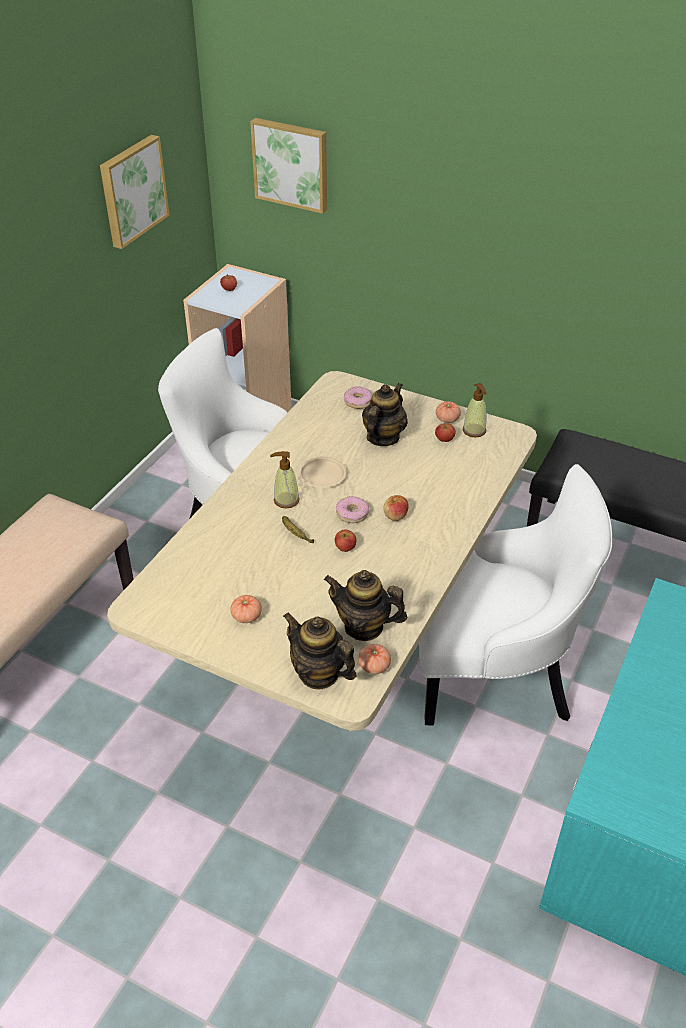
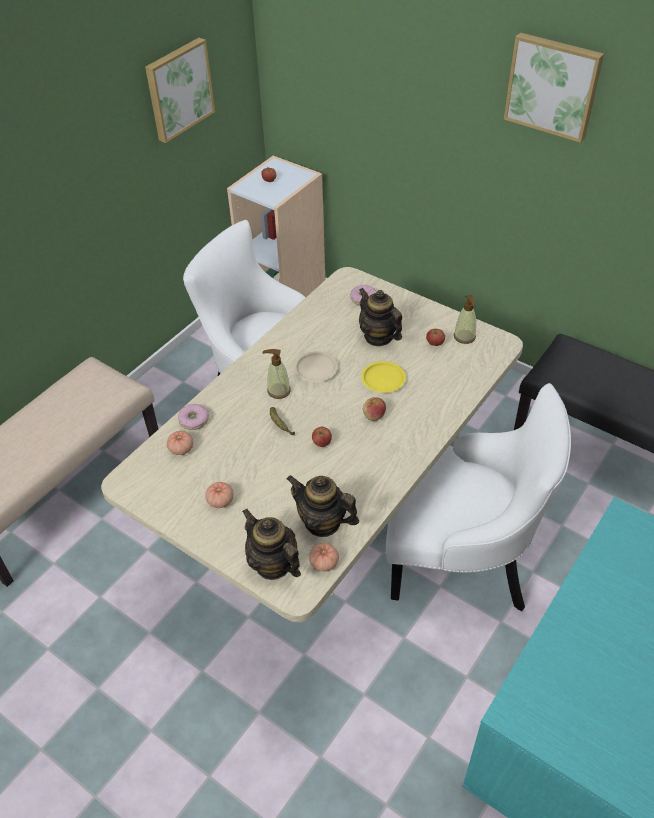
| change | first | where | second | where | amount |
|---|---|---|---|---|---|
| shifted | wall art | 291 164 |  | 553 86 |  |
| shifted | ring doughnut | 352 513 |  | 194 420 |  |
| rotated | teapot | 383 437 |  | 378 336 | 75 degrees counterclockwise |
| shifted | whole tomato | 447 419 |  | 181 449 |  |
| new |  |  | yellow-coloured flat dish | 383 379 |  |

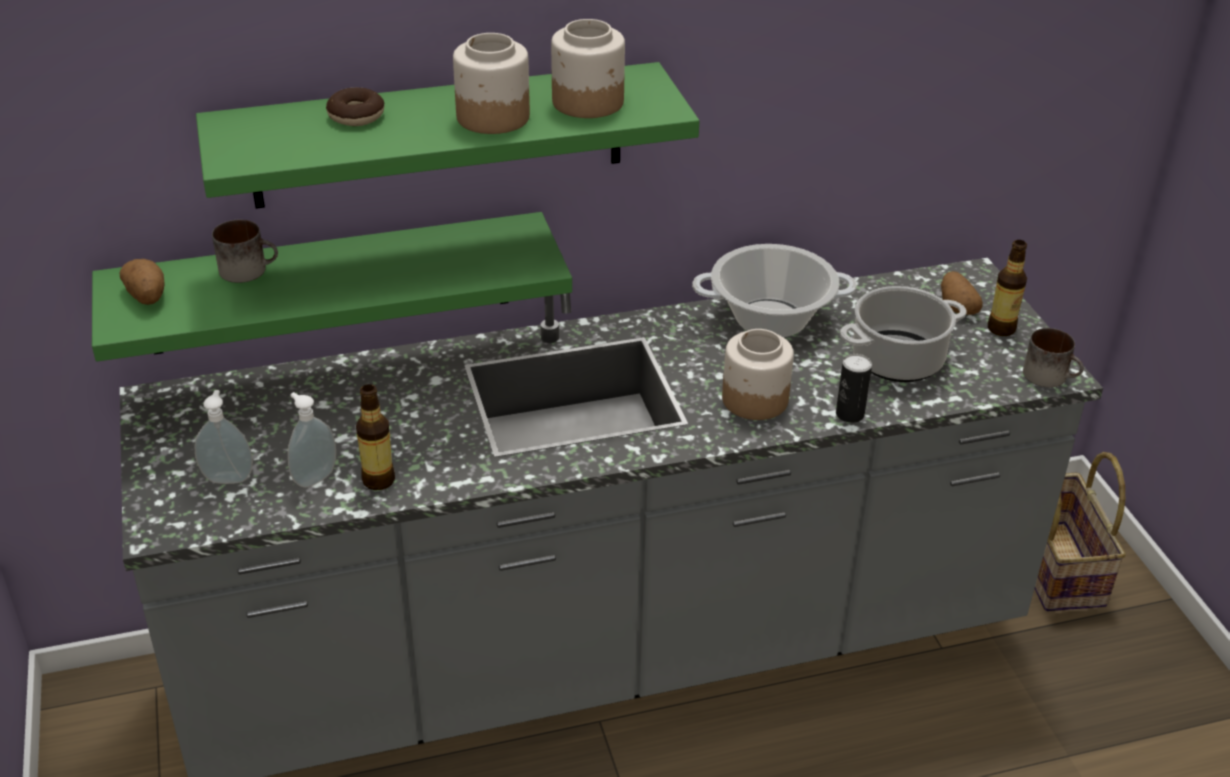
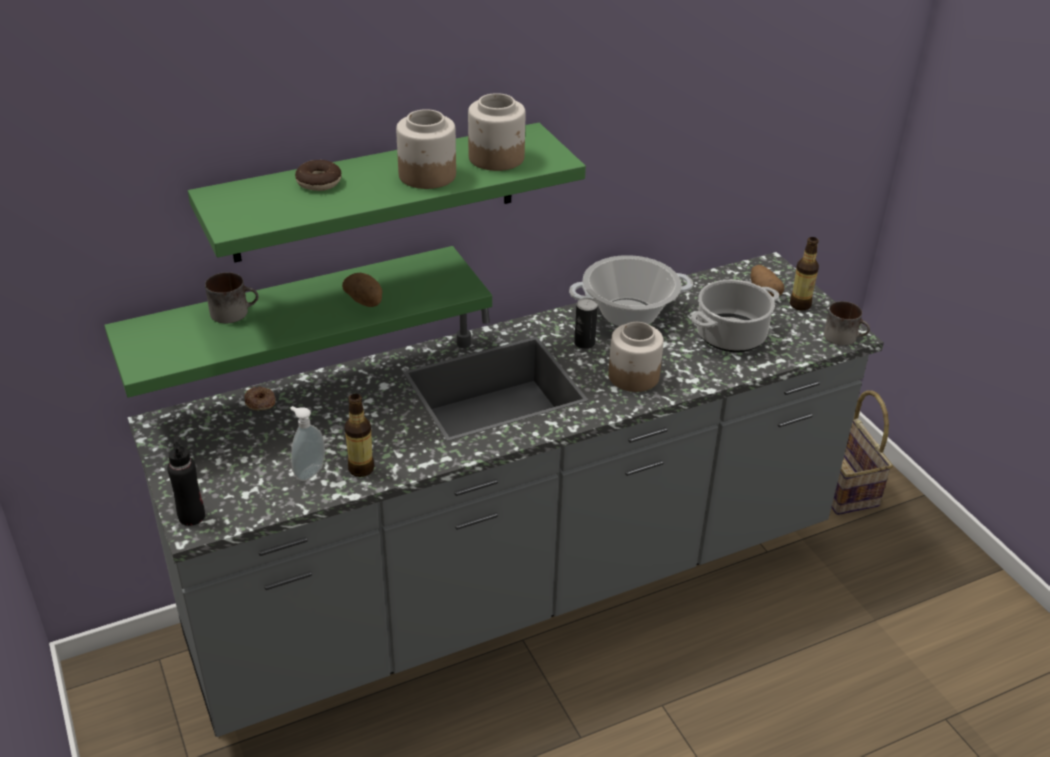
| change | first | where | second | where | amount |
|---|---|---|---|---|---|
| shifted | potato | 147 296 |  | 365 301 |  |
| gone | liquid soap bottle | 228 477 |  |  |  |
| shifted | metal can | 849 414 |  | 584 343 |  |
| new |  |  | black-coloured bottle | 191 516 |  |
| new |  |  | ring doughnut | 260 402 |  |

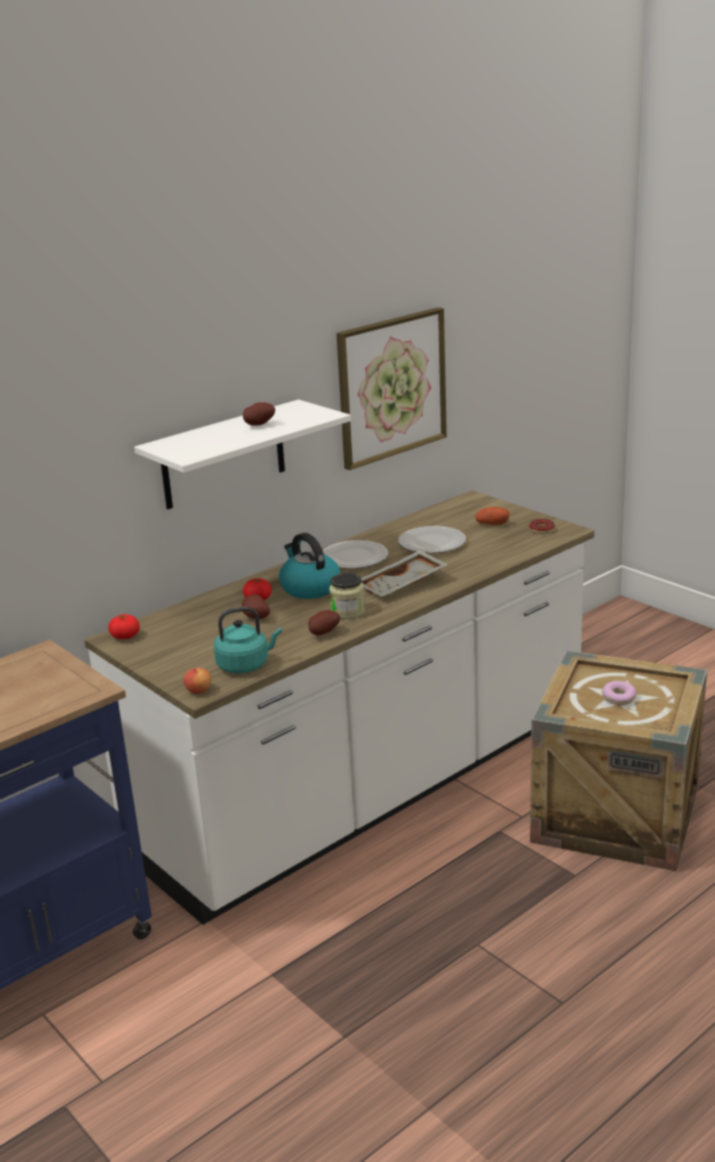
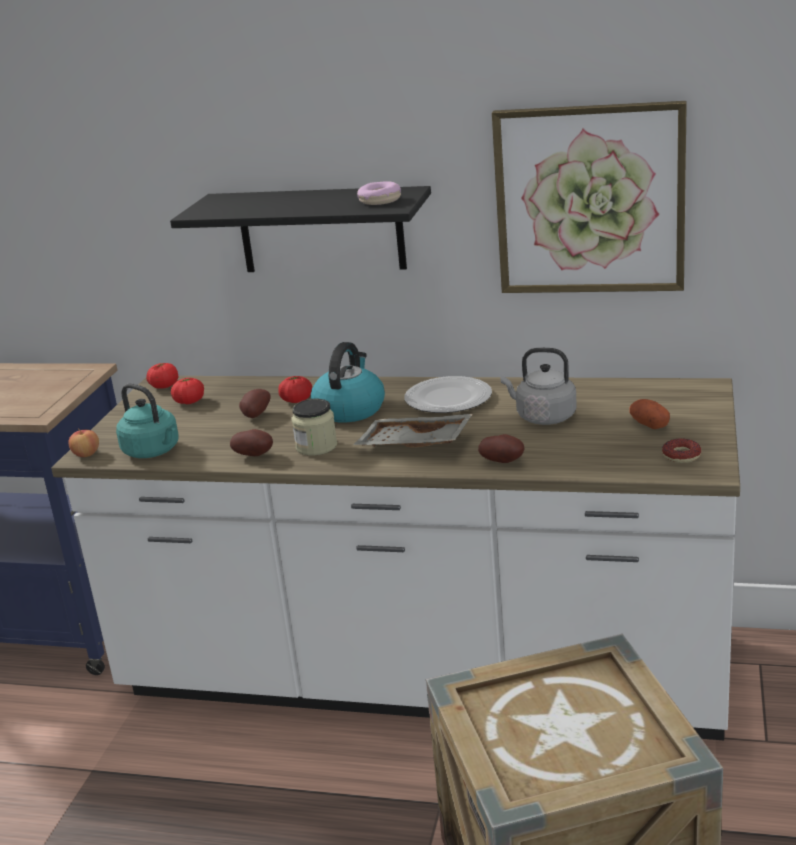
| change | first | where | second | where | amount |
|---|---|---|---|---|---|
| repainted | white shelf | 223 455 | black-coloured shelf | 321 230 |  |
| shifted | potato | 258 425 |  | 503 462 |  |
| swapped | flat dish | 432 543 | greyish kettle | 542 417 |  |
| shifted | ring doughnut | 618 698 |  | 379 200 |  |
| new |  |  | whole tomato | 189 402 |  |

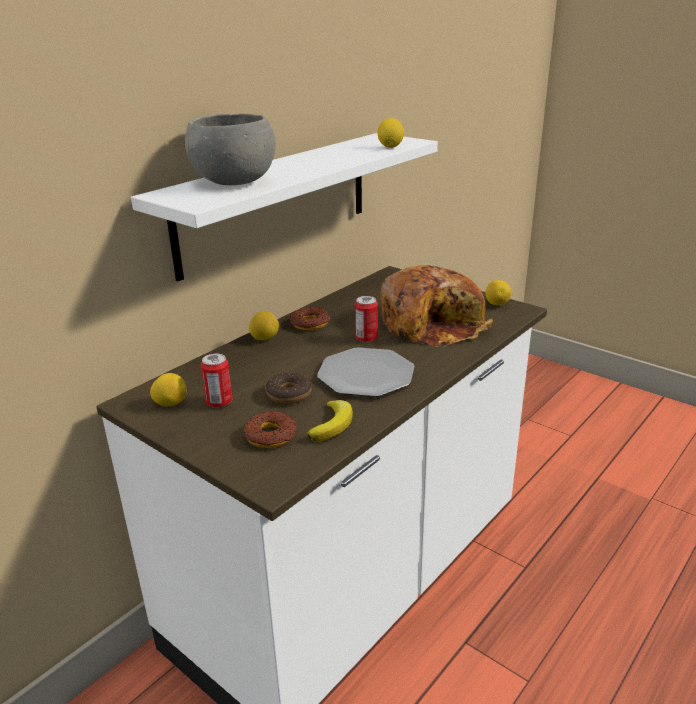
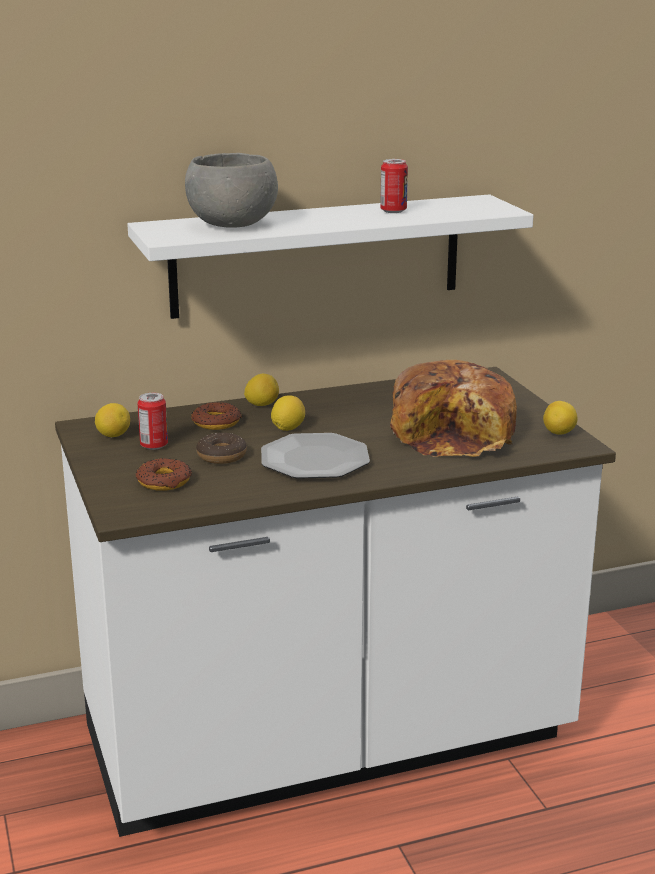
| change | first | where | second | where | amount |
|---|---|---|---|---|---|
| shifted | ring doughnut | 310 323 |  | 216 422 |  |
| gone | banana fruit | 333 424 |  |  |  |
| shifted | metal can | 366 338 |  | 393 211 |  |
| shifted | citrus fruit | 390 147 |  | 288 428 |  |

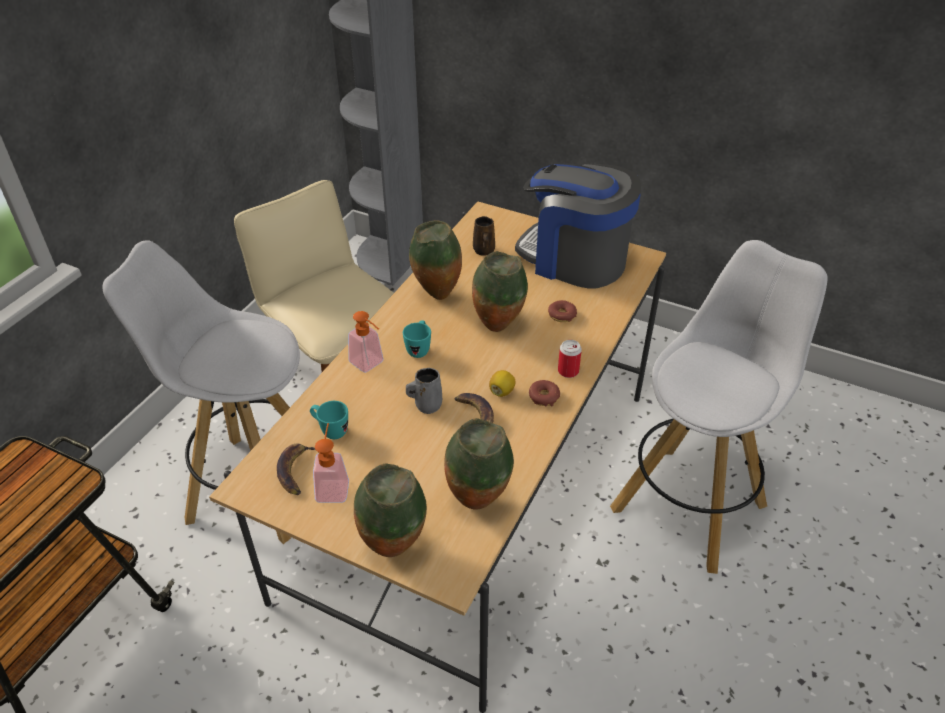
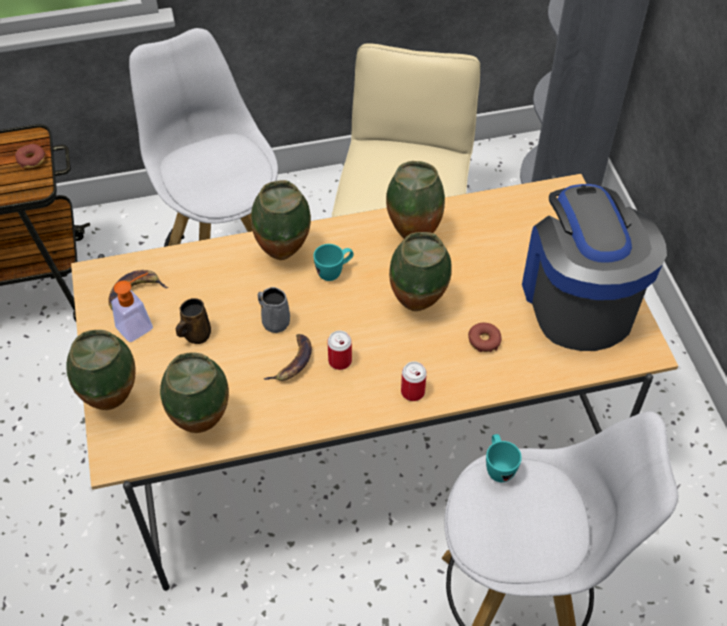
| change | first | where | second | where | amount |
|---|---|---|---|---|---|
| shifted | turquoise tea mug | 330 431 |  | 498 467 |  |
| swapped | liquid soap bottle | 370 364 | vase | 284 254 |  |
| shifted | brownish tea mug | 484 251 |  | 196 335 |  |
| swapped | citrus fruit | 502 391 | metal can | 340 361 |  |
| shifted | ring doughnut | 544 397 |  | 31 159 |  |

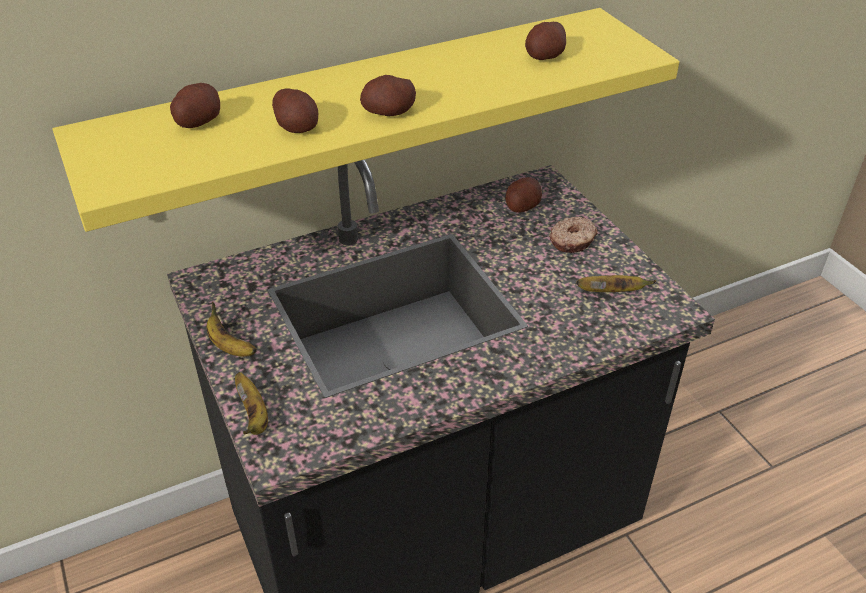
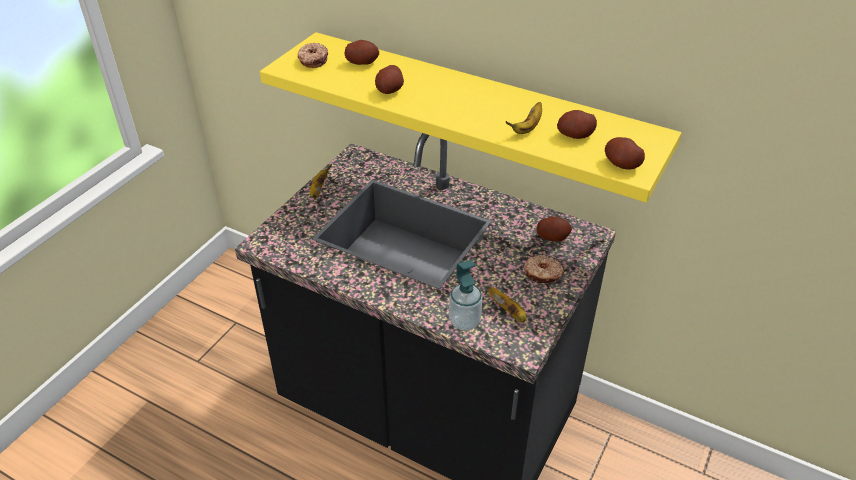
| change | first | where | second | where | amount |
|---|---|---|---|---|---|
| shifted | banana fruit | 254 415 |  | 527 128 |  |
| shifted | potato | 389 112 |  | 621 164 |  |
| new |  |  | ring doughnut | 312 60 |  |
| new |  |  | liquid soap bottle | 464 321 |  |

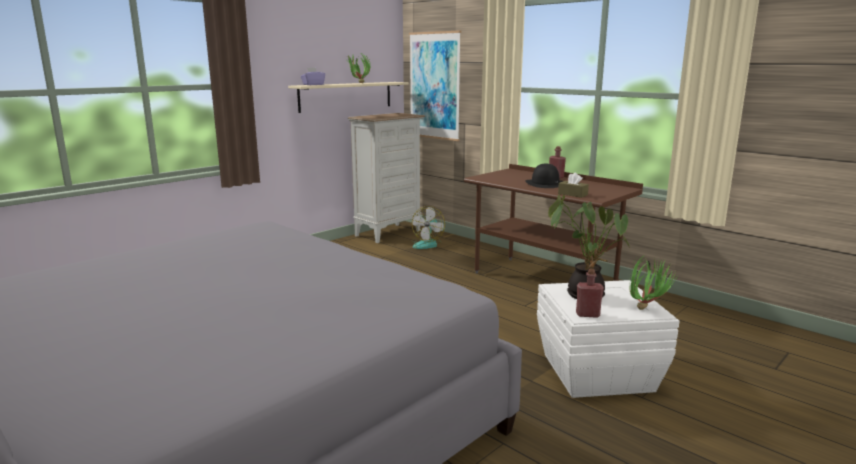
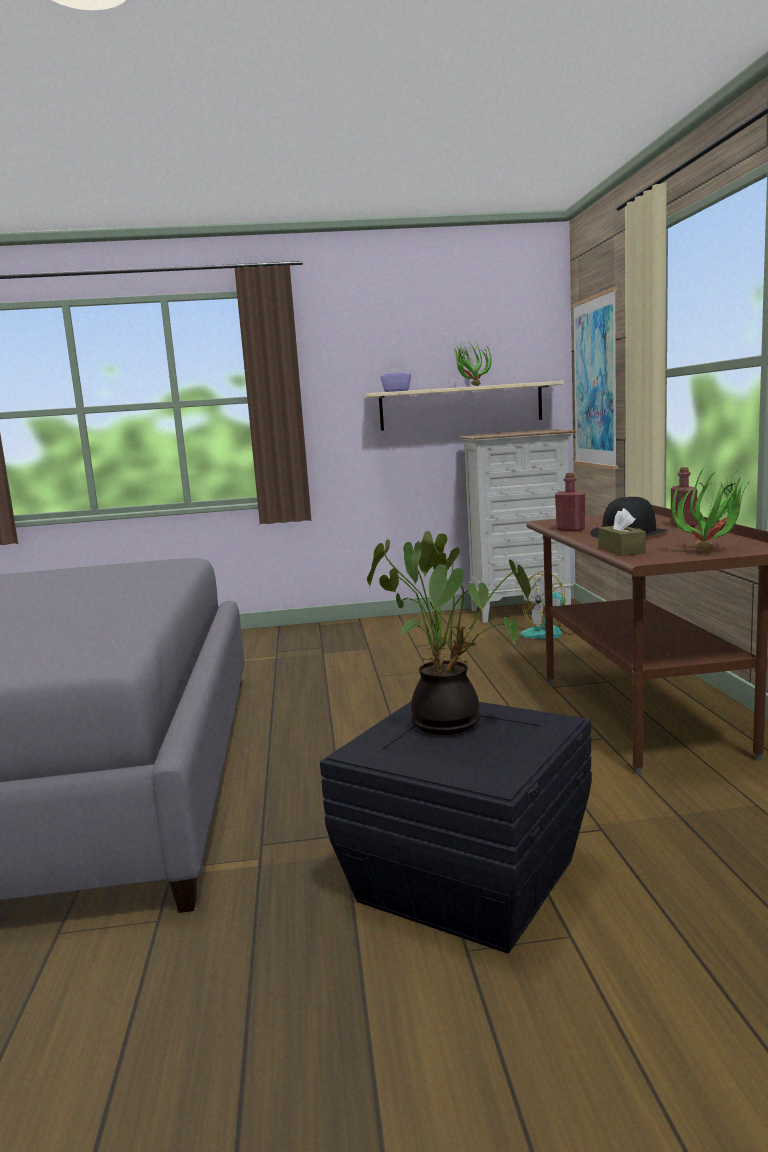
| change | first | where | second | where | amount |
|---|---|---|---|---|---|
| repainted | white storage box | 595 371 | black-coloured storage box | 465 878 |  |
| shifted | reddish bottle | 587 314 |  | 570 529 |  |
| shifted | plant in a pot | 647 308 |  | 713 551 |  |

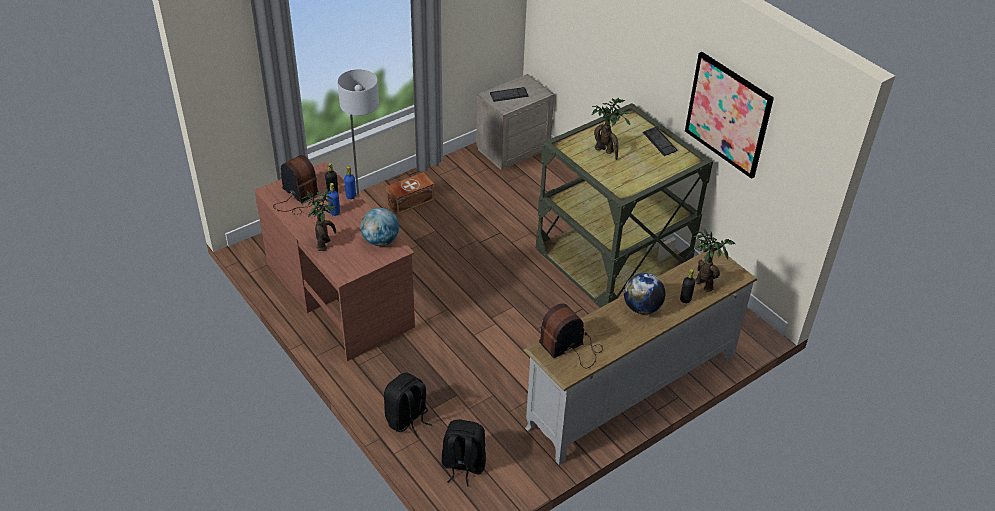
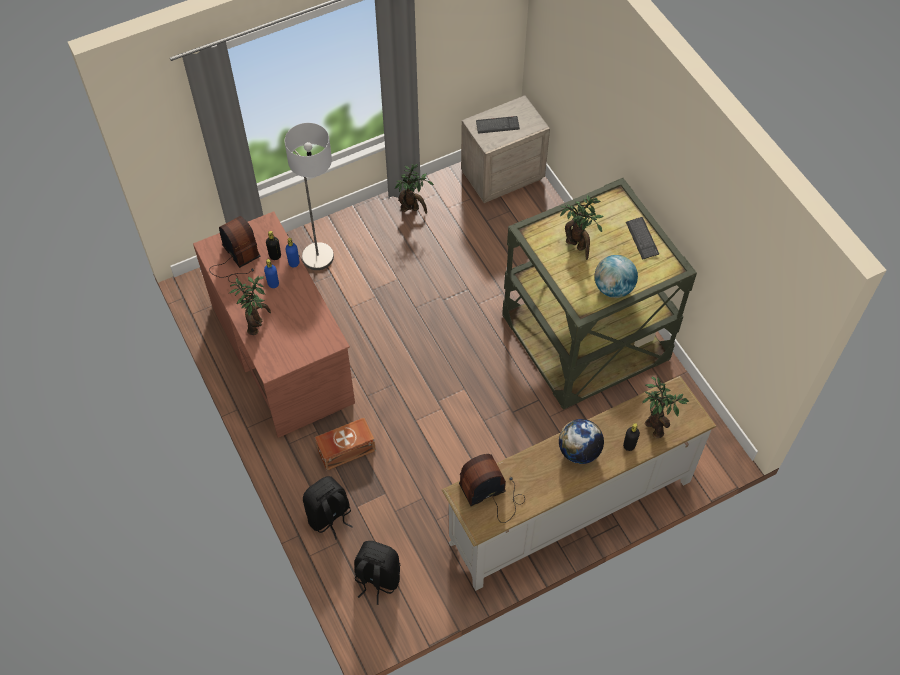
| change | first | where | second | where | amount |
|---|---|---|---|---|---|
| shifted | globe | 380 241 |  | 613 288 |  |
| shifted | brownish storage box | 409 201 |  | 345 449 |  |
| gone | wall art | 728 114 |  |  |  |
| new |  |  | plant in a pot | 412 209 |  |

